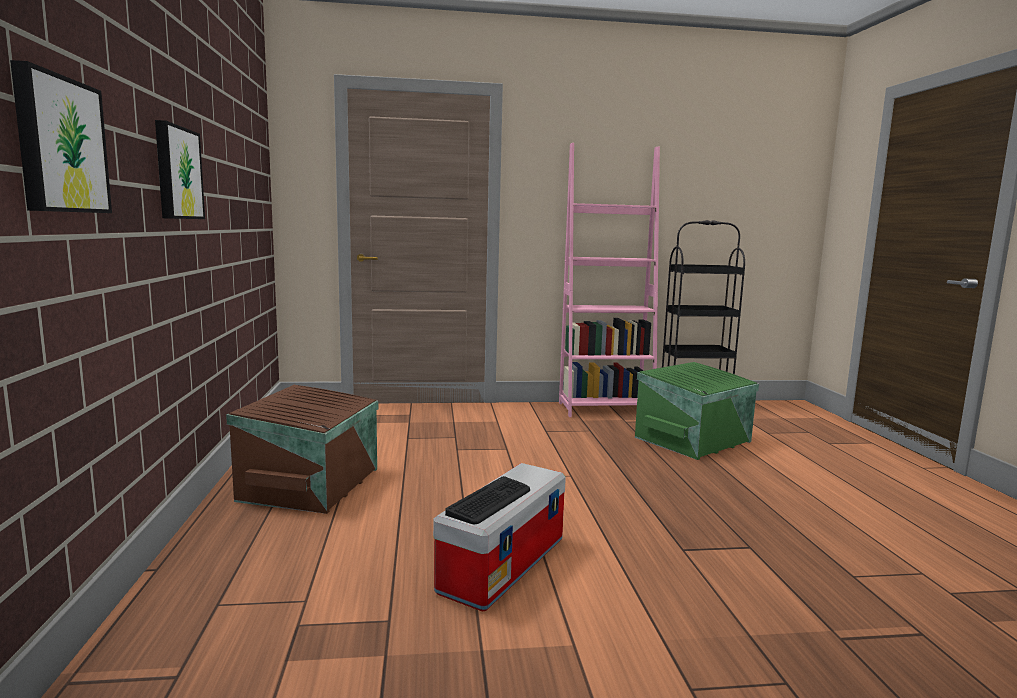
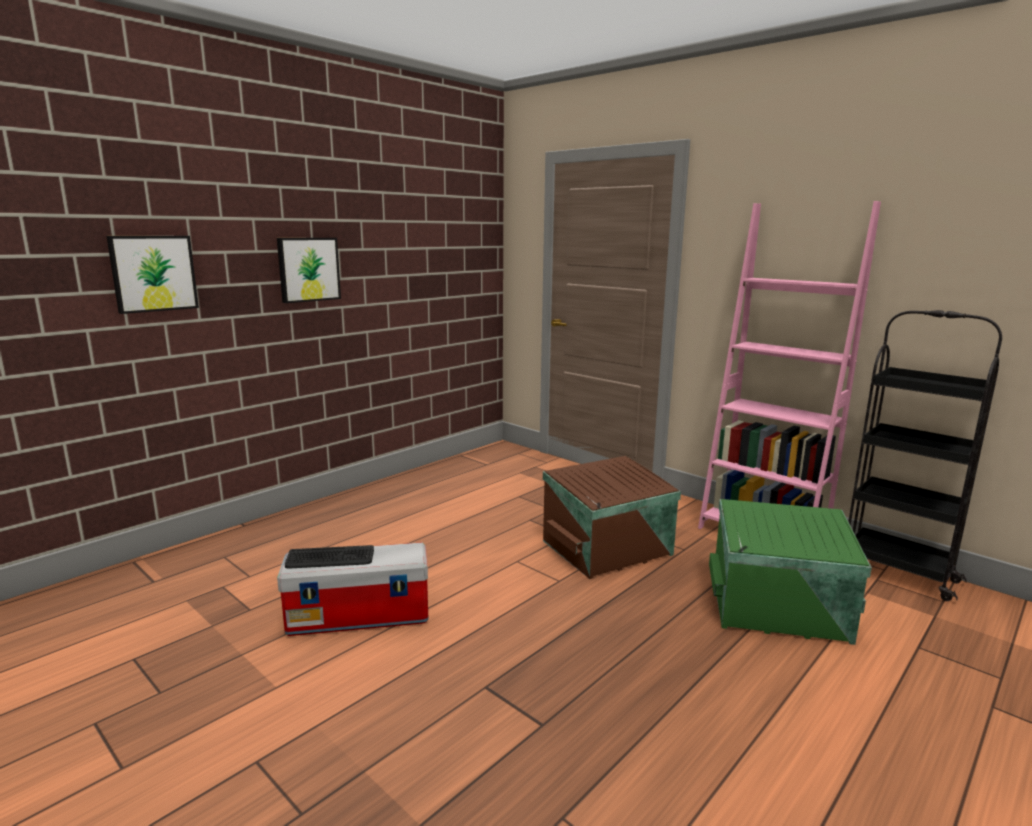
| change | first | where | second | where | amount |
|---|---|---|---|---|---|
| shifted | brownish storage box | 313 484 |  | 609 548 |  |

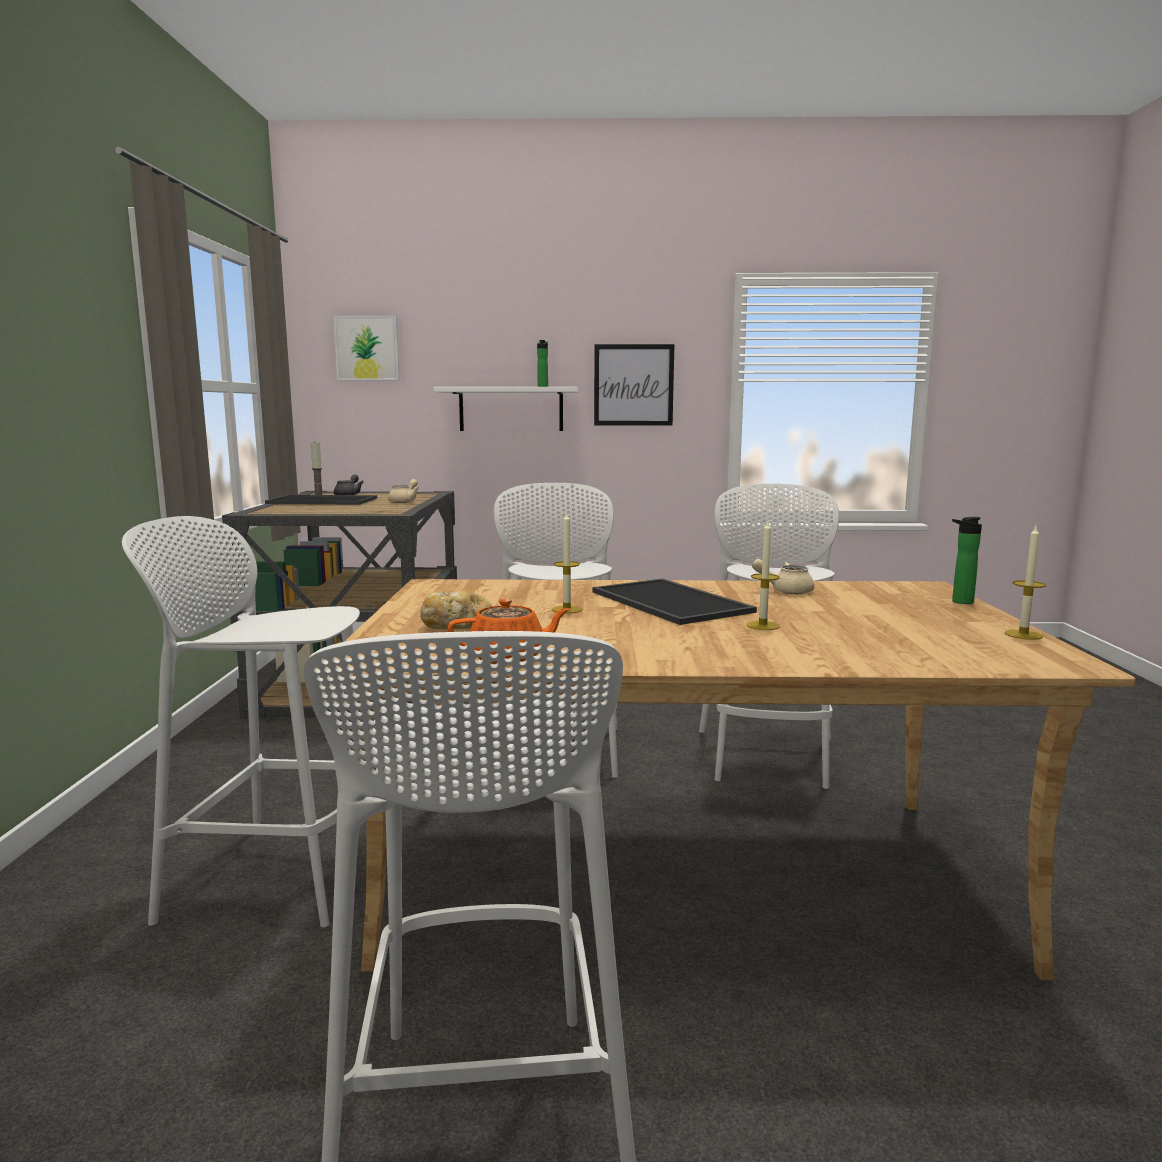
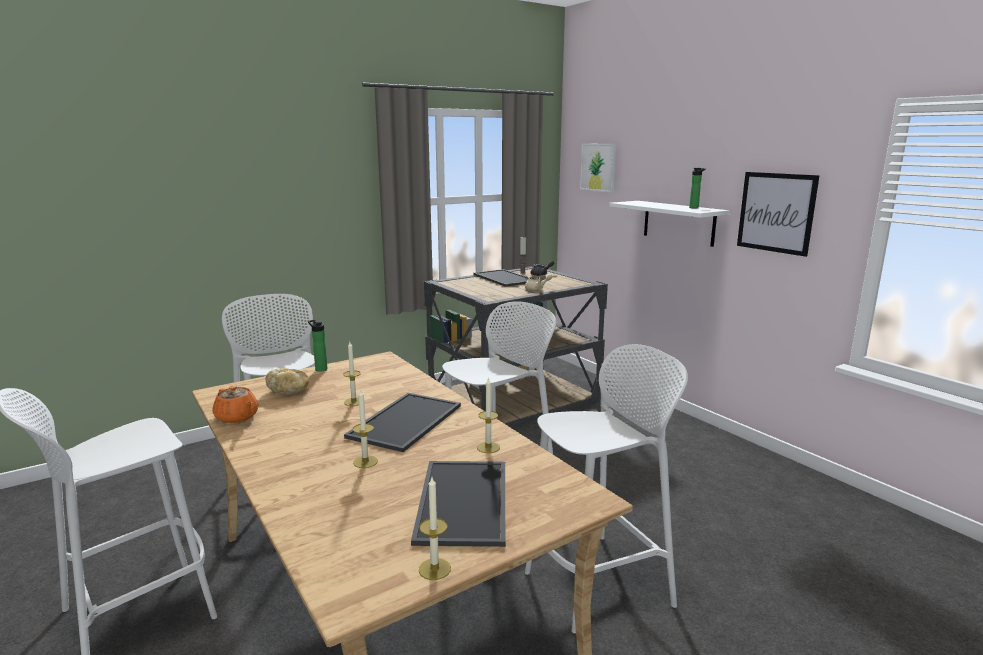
| change | first | where | second | where | amount |
|---|---|---|---|---|---|
| swapped | sand-coloured teapot | 785 591 | wax light | 488 447 |  |
| shifted | bottle | 960 602 |  | 320 369 |  |
| new |  |  | serving tray | 460 500 |  |

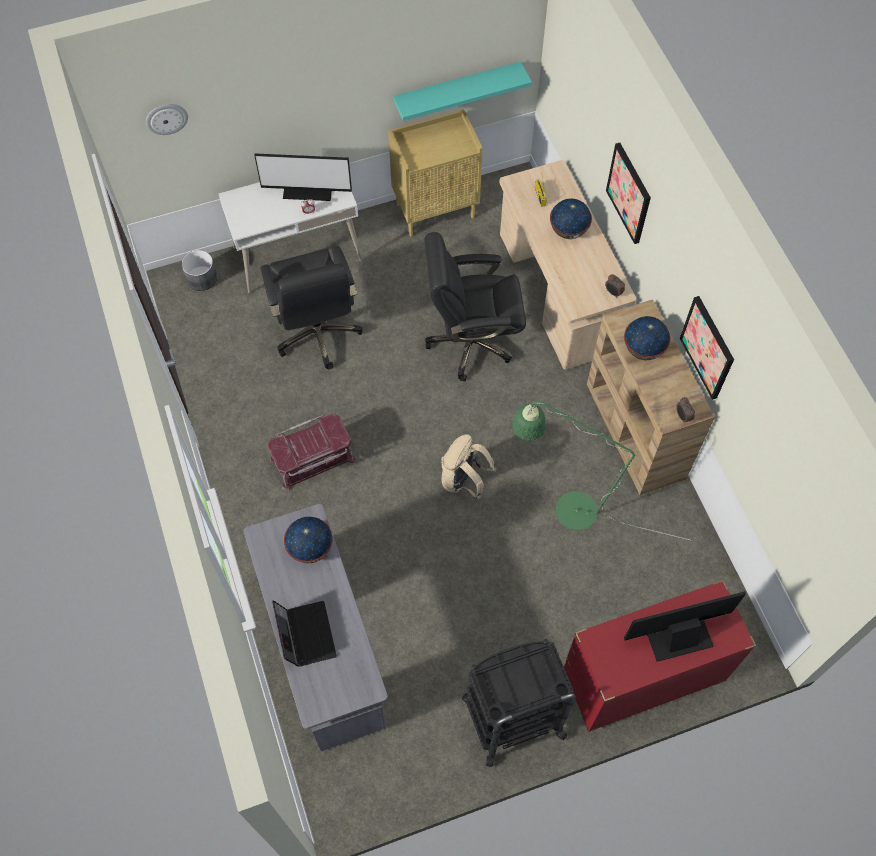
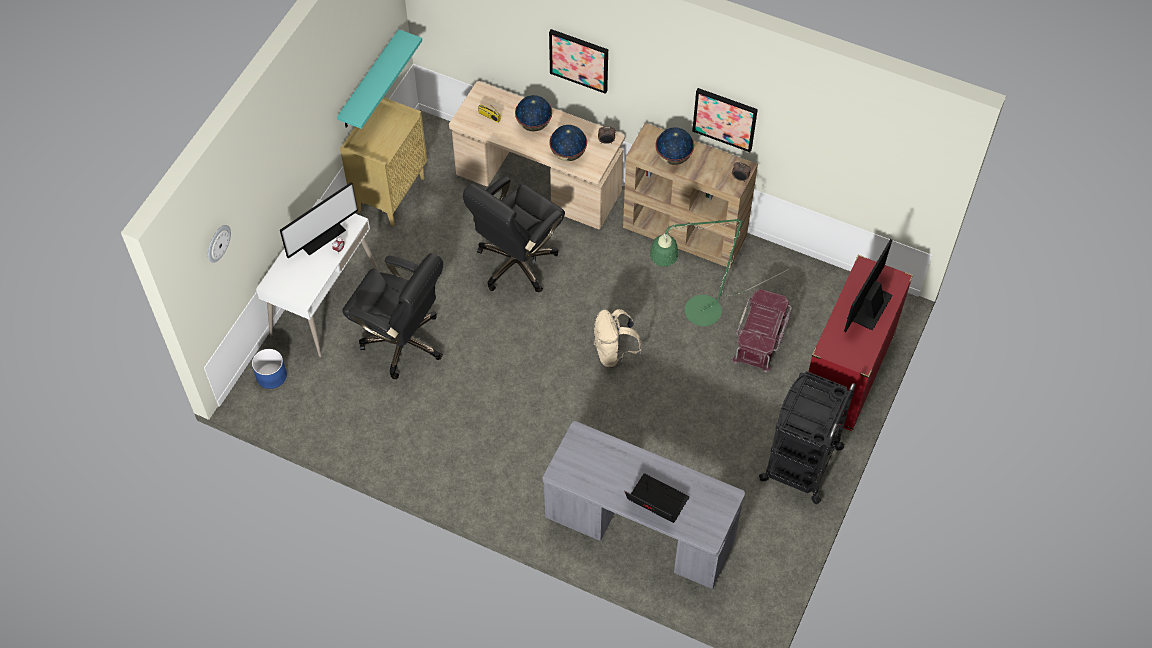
| change | first | where | second | where | amount |
|---|---|---|---|---|---|
| repainted | greyish flower pot | 201 278 | blue-coloured flower pot | 271 375 |  |
| shifted | reddish storage box | 313 460 |  | 761 339 |  |
| shifted | globe | 310 548 |  | 568 154 |  |

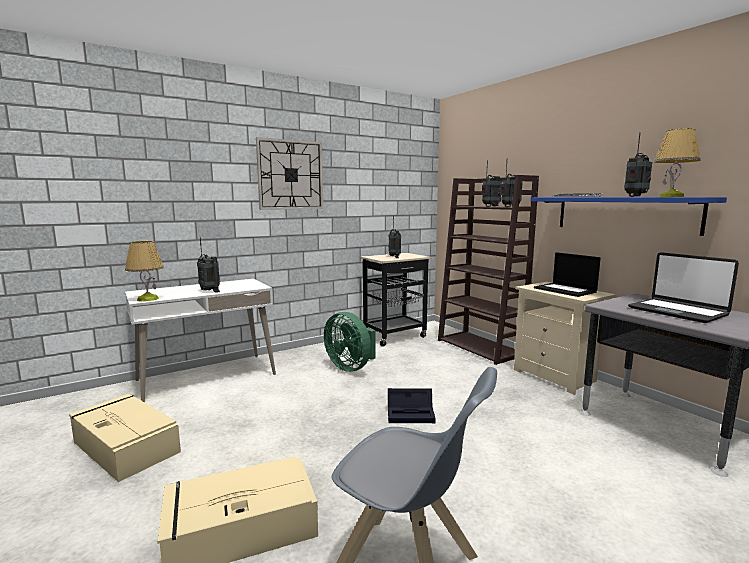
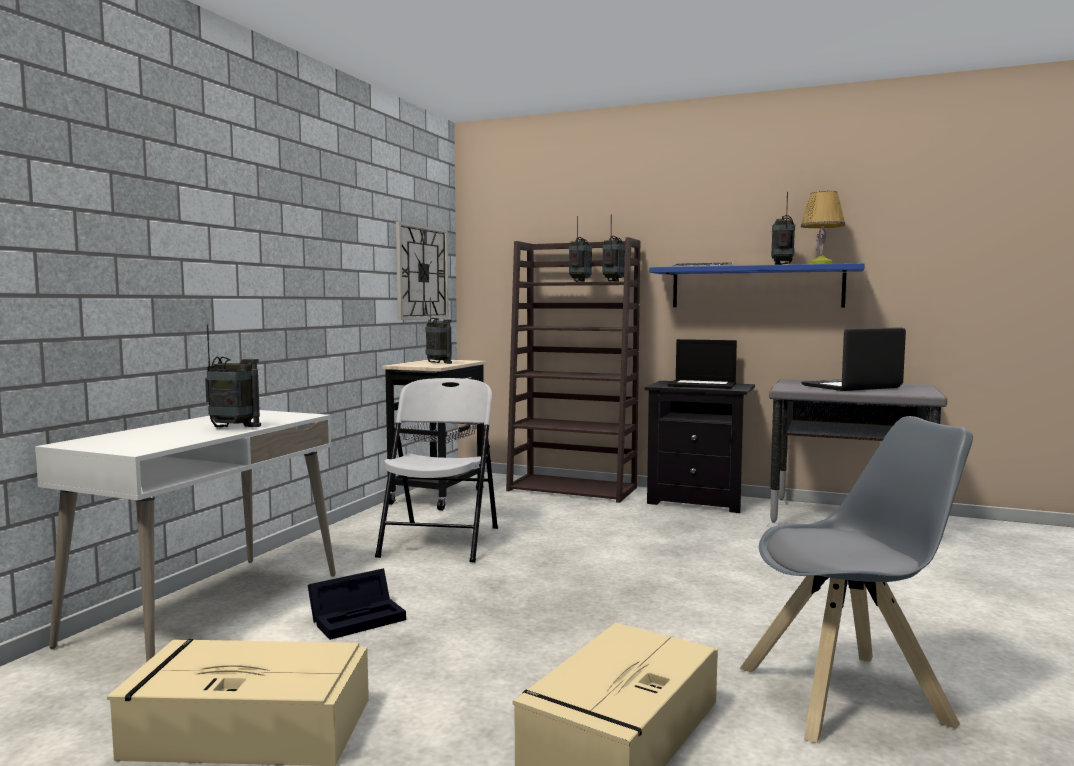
| change | first | where | second | where | amount |
|---|---|---|---|---|---|
| gone | tabletop lamp | 147 299 |  |  |  |
| shifted | wall clock | 290 175 |  | 422 273 |  |
| swapped | green cooling fan | 351 367 | white chair | 440 542 |  |
| shifted | black-coloured storage box | 411 414 |  | 359 618 |  |
| repainted | sand-coloured bedside table | 557 376 | black-coloured bedside table | 699 500 |  |
| rotated | laptop | 677 311 |  | 852 387 | 135 degrees clockwise |

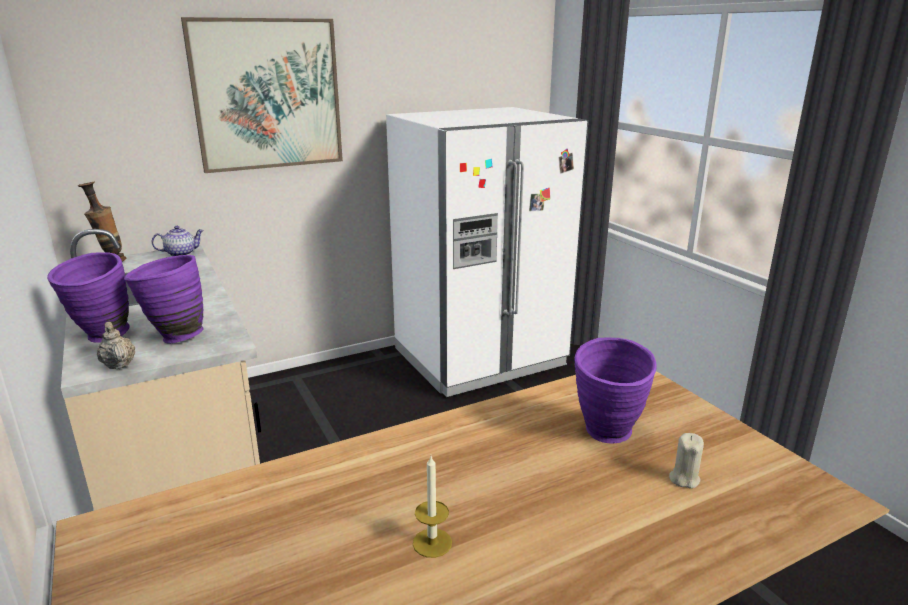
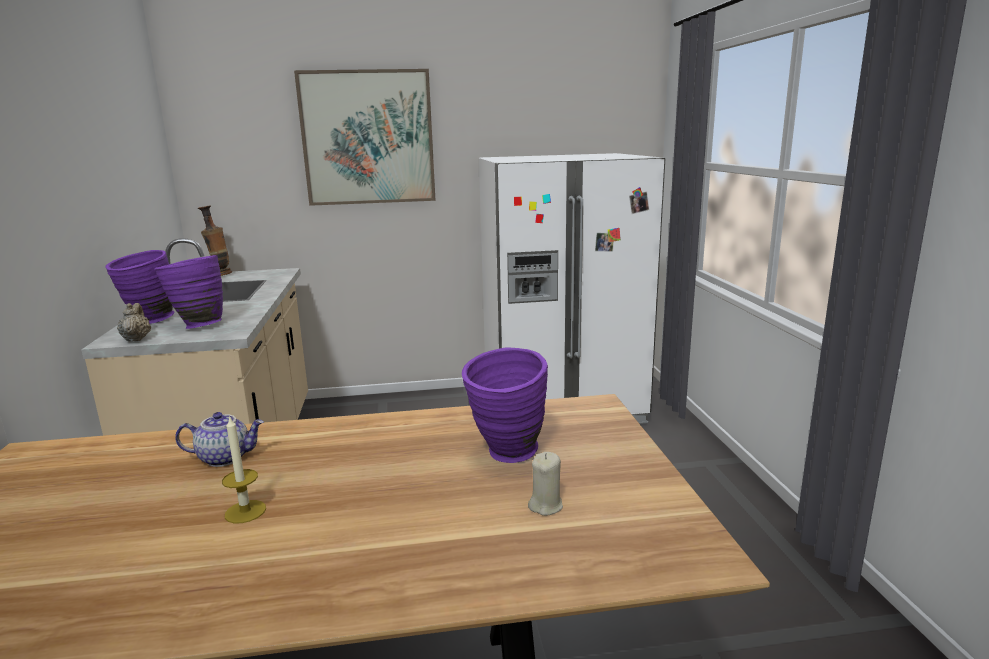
| change | first | where | second | where | amount |
|---|---|---|---|---|---|
| shifted | teapot | 181 253 |  | 225 457 |  |

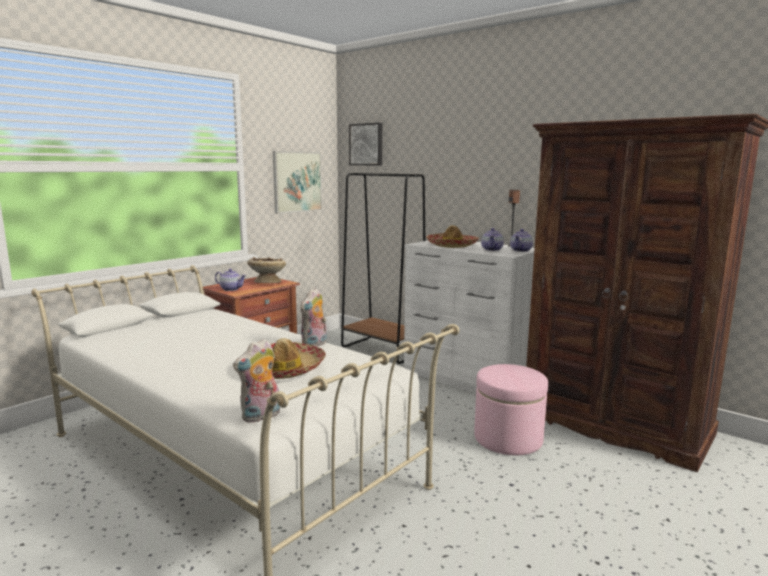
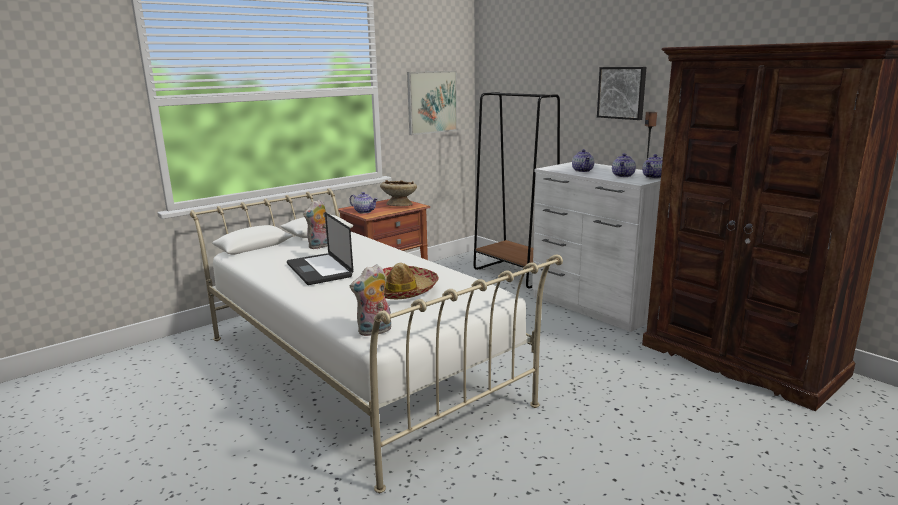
| change | first | where | second | where | amount |
|---|---|---|---|---|---|
| shifted | soft toy | 315 344 |  | 320 246 |  |
| shifted | wall art | 367 144 |  | 622 93 |  |
| swapped | wearable hat | 452 245 | teapot | 583 170 |  |
| gone | pink pouffe | 508 438 |  |  |  |
| new |  |  | laptop | 319 270 |  |

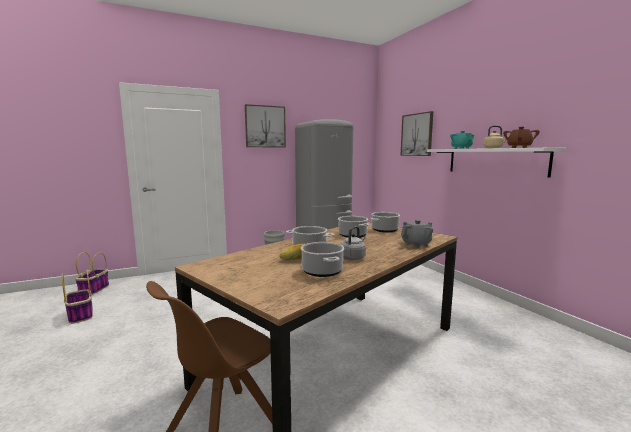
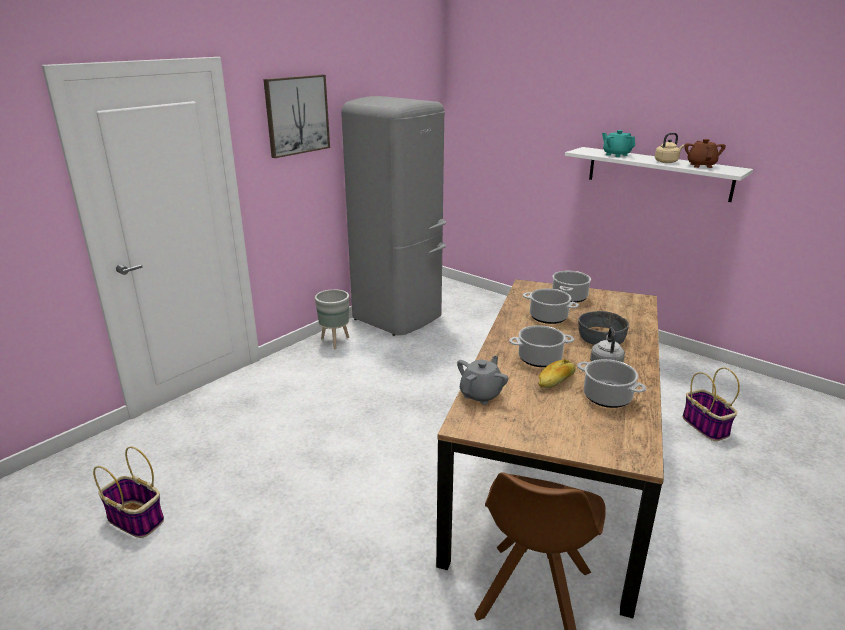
| change | first | where | second | where | amount |
|---|---|---|---|---|---|
| shifted | storage basket | 94 290 |  | 706 426 |  |
| gone | wall art | 417 135 |  |  |  |
| shifted | greyish teapot | 416 244 |  | 481 395 |  |
| new |  |  | greyish serving bowl | 600 337 |  |

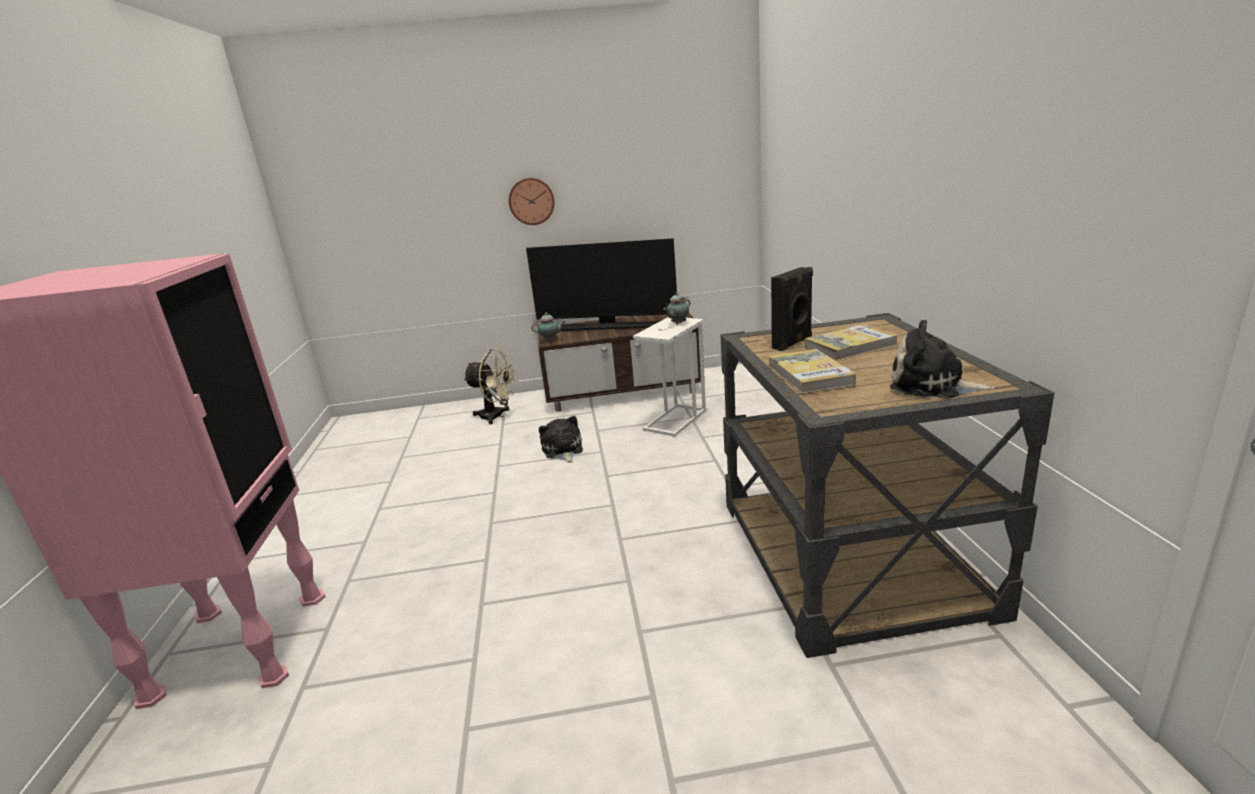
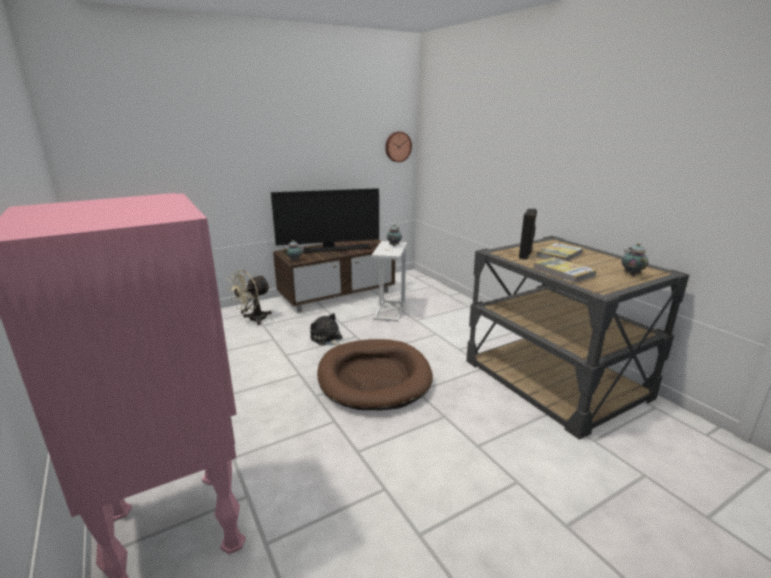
| change | first | where | second | where | amount |
|---|---|---|---|---|---|
| rotated | sand-coloured cooling fan | 497 416 |  | 253 320 | 135 degrees clockwise |
| shifted | wall clock | 531 201 |  | 397 146 |  |
| swapped | soft toy | 932 385 | teapot | 631 274 |  |
| new |  |  | brownish pet bed | 374 377 |  |

